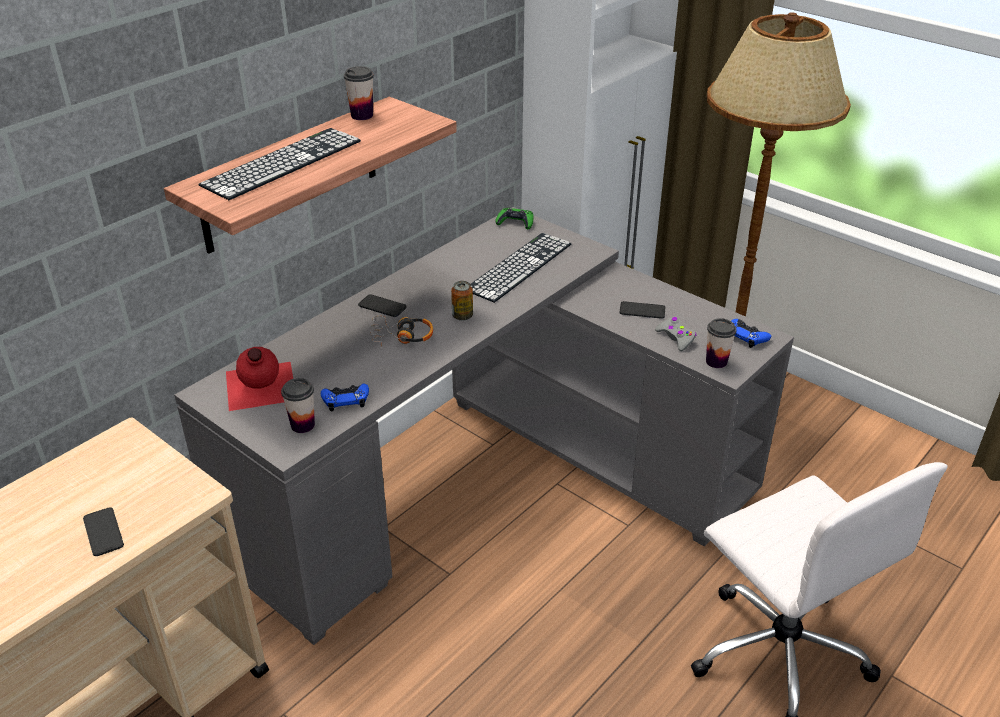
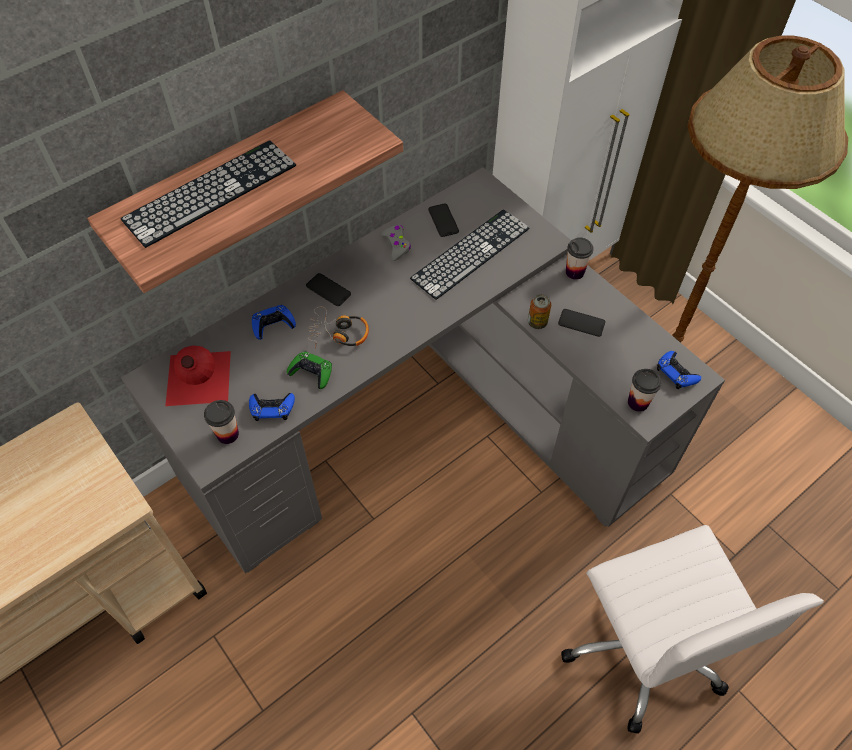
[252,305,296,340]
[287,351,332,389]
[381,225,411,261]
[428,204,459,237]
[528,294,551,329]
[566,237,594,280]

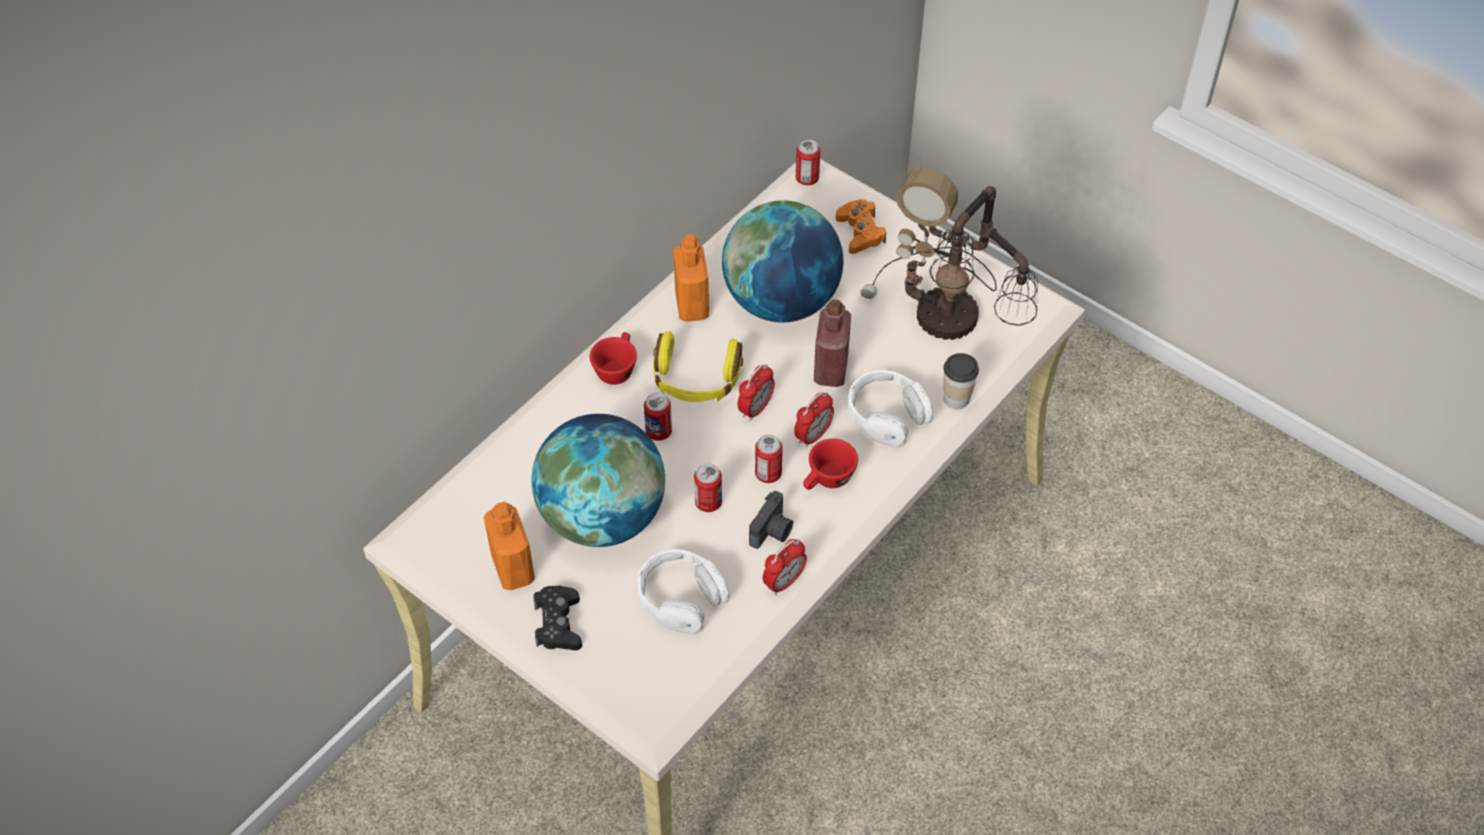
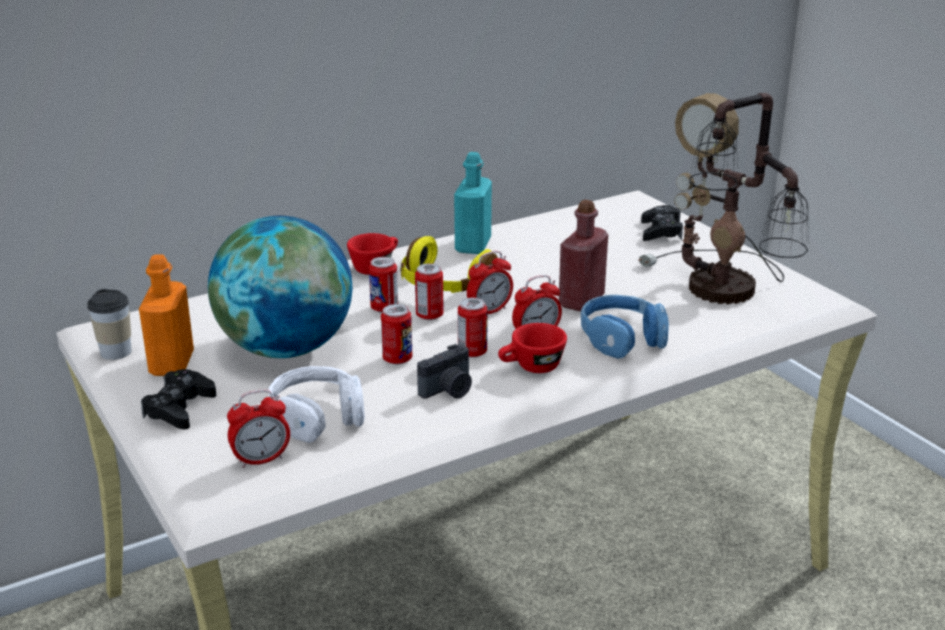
[87,289,132,360]
[227,389,290,468]
[415,263,444,320]
[454,152,492,254]
[581,295,669,359]
[641,205,683,241]
[722,200,843,322] (first image)

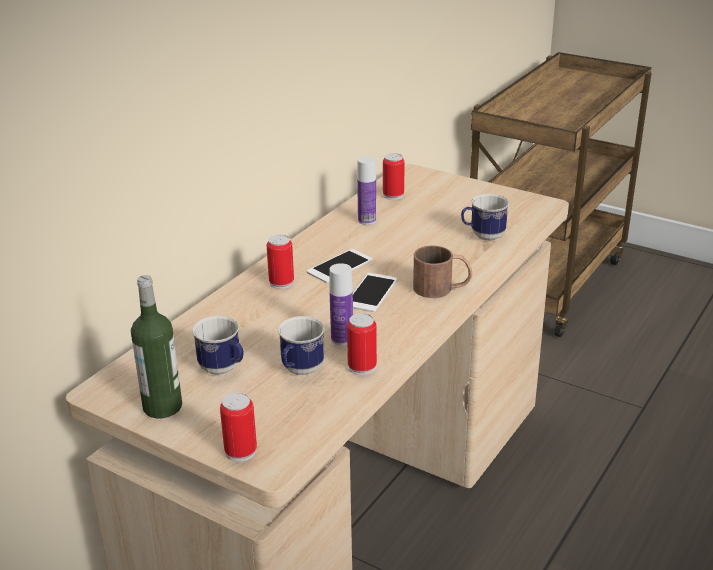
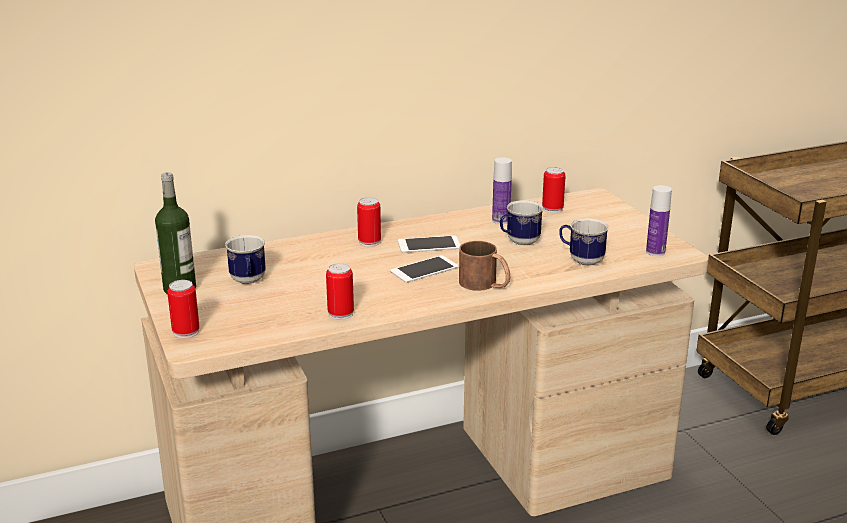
[500,200,543,246]
[646,185,672,256]

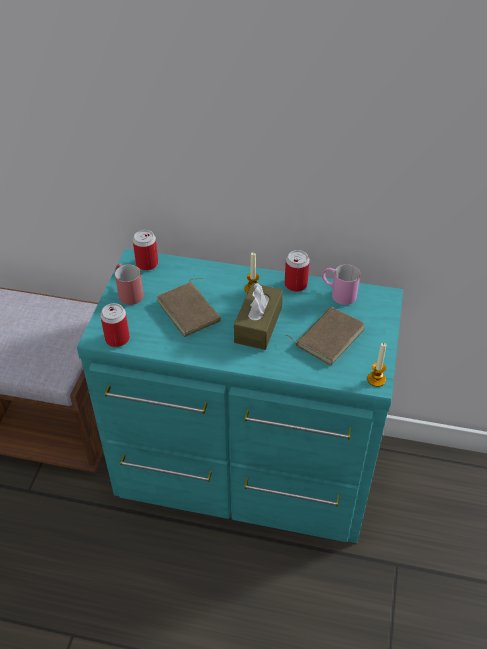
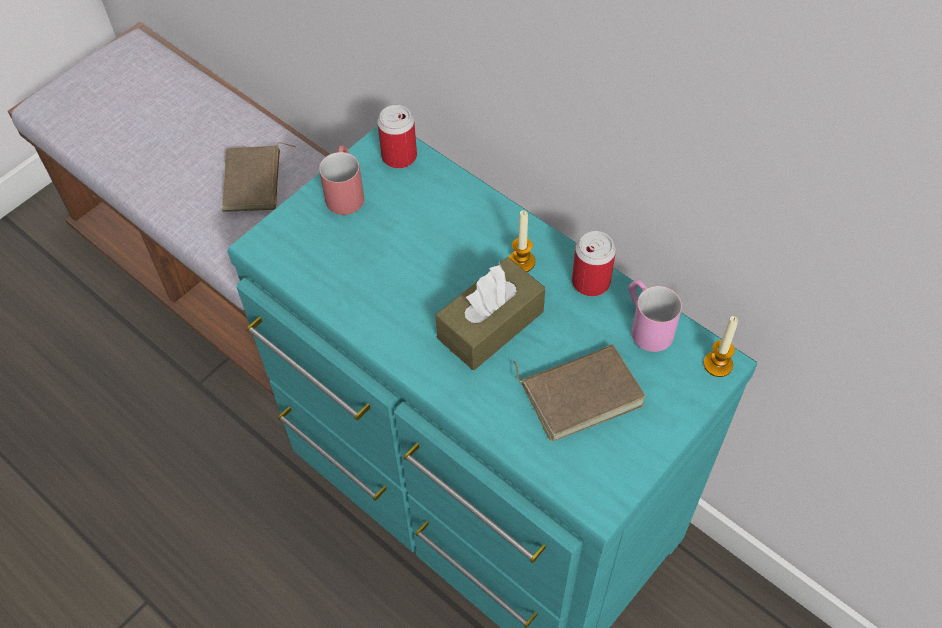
[222,142,296,212]
[704,316,738,377]
[100,303,130,347] (first image)

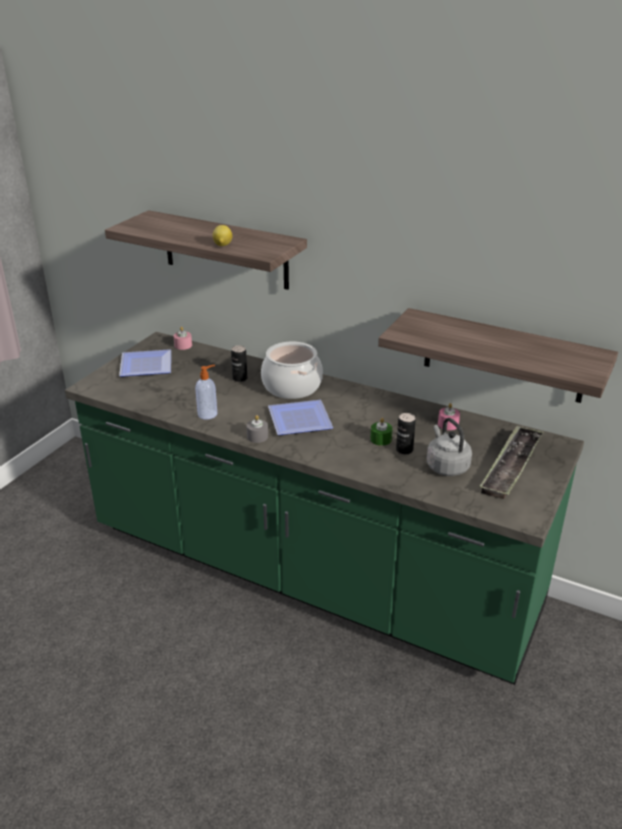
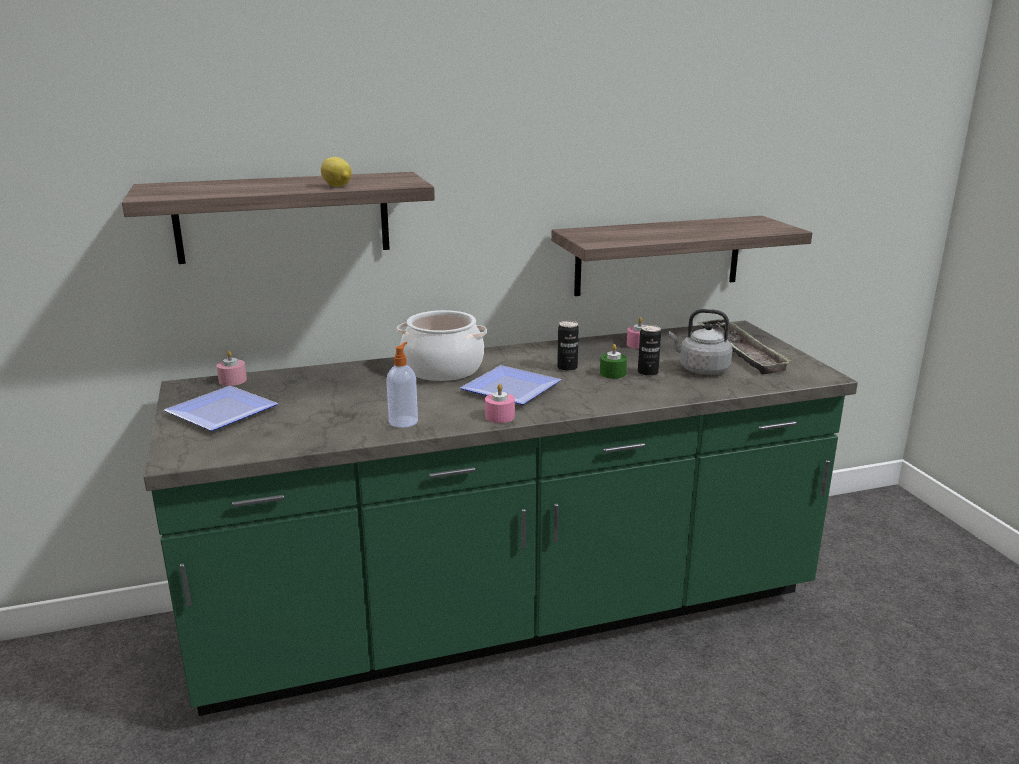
[485,384,515,423]
[557,321,579,371]

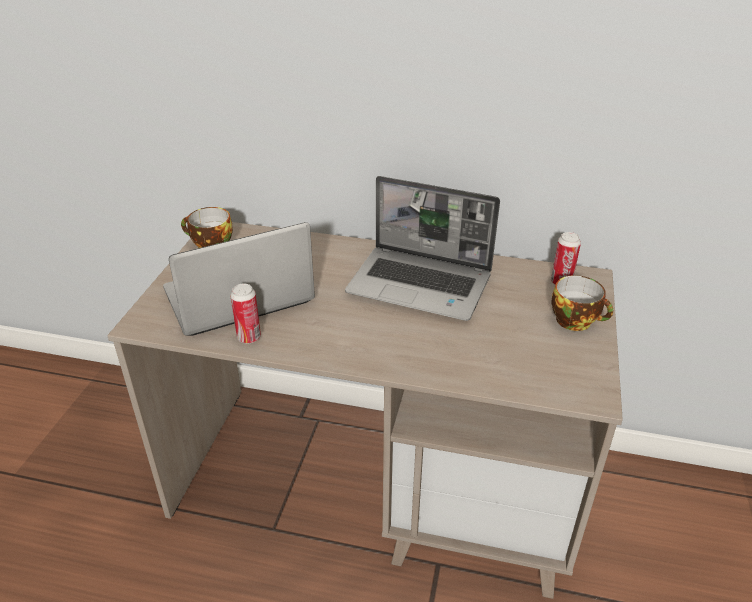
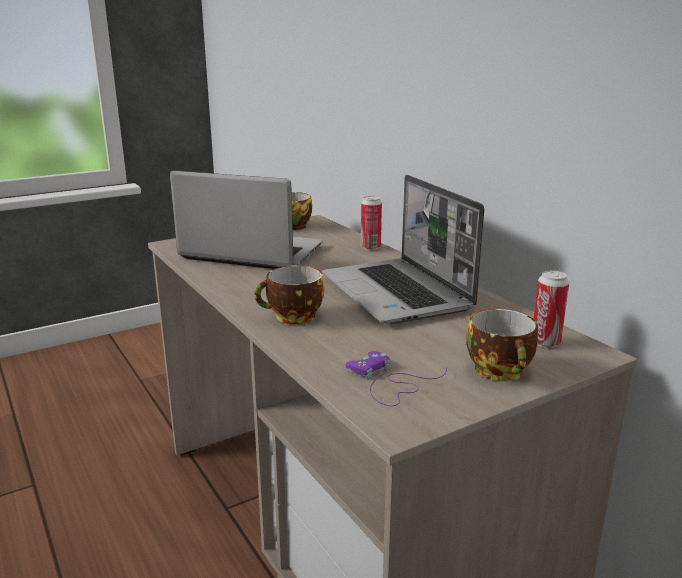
[254,265,324,324]
[346,351,447,406]
[361,196,382,250]

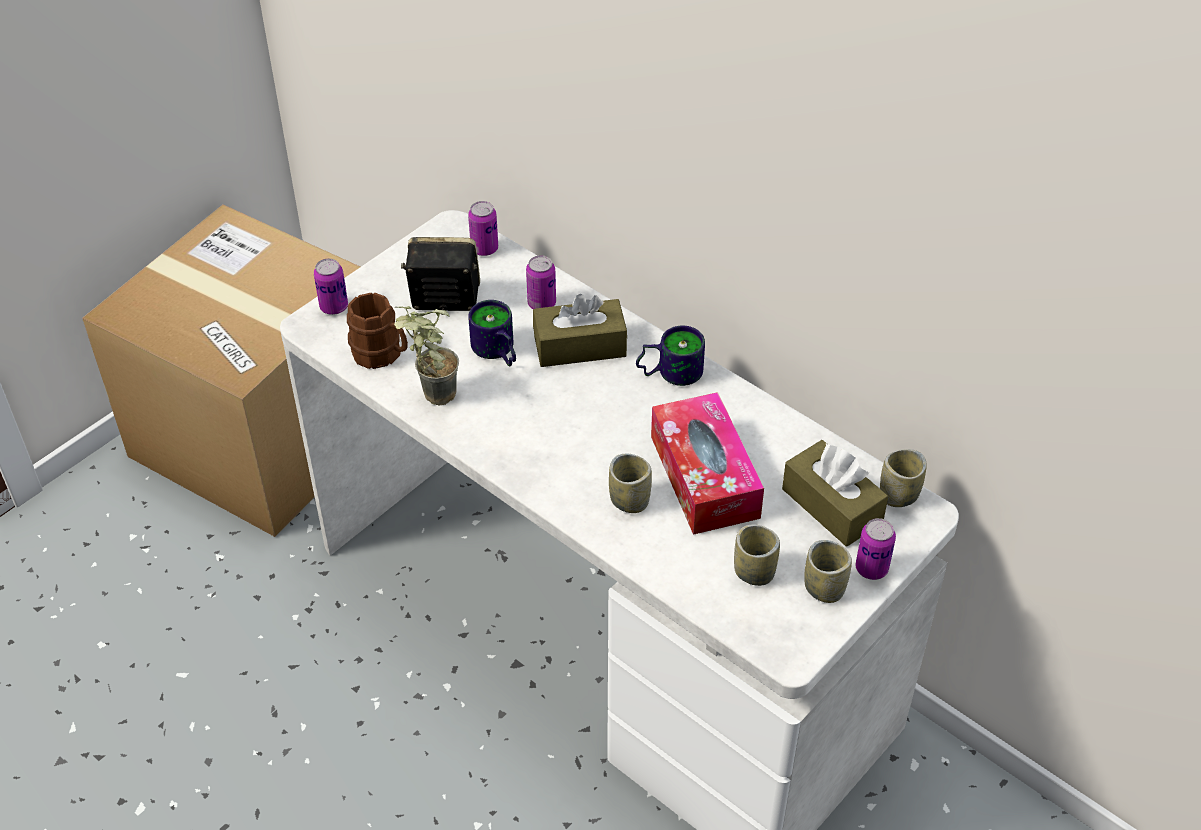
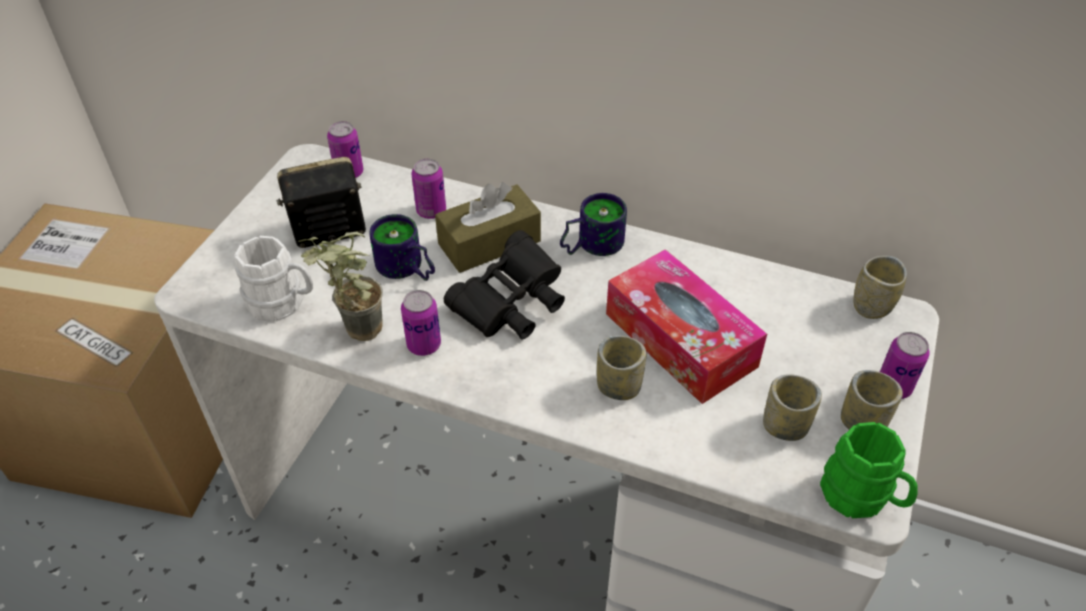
[234,236,313,322]
[401,290,441,356]
[444,230,565,340]
[820,422,918,518]
[782,440,888,547] (first image)

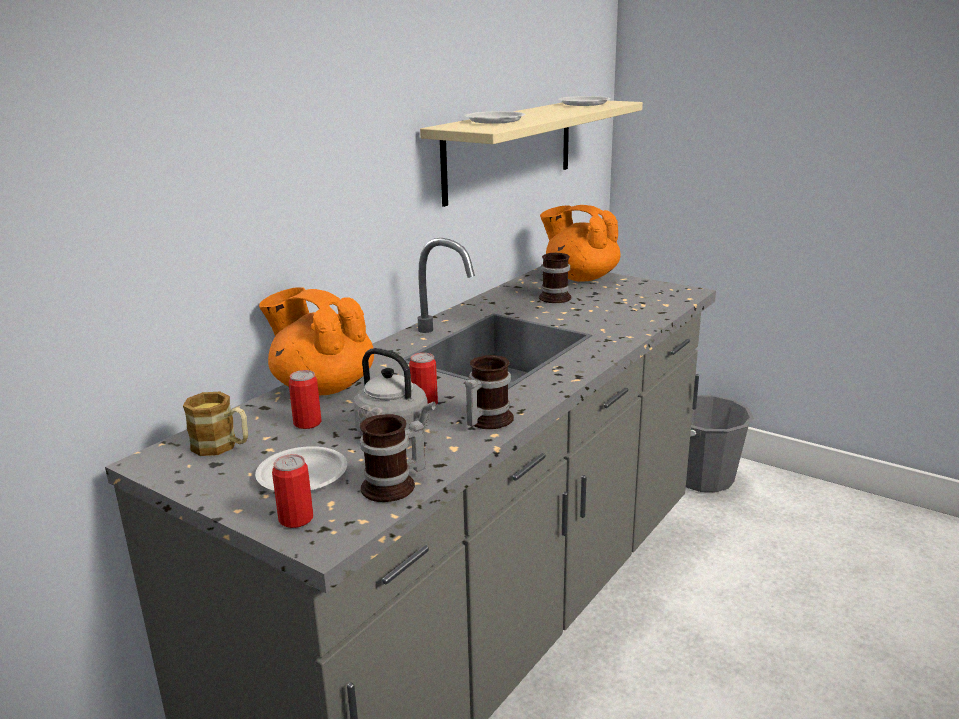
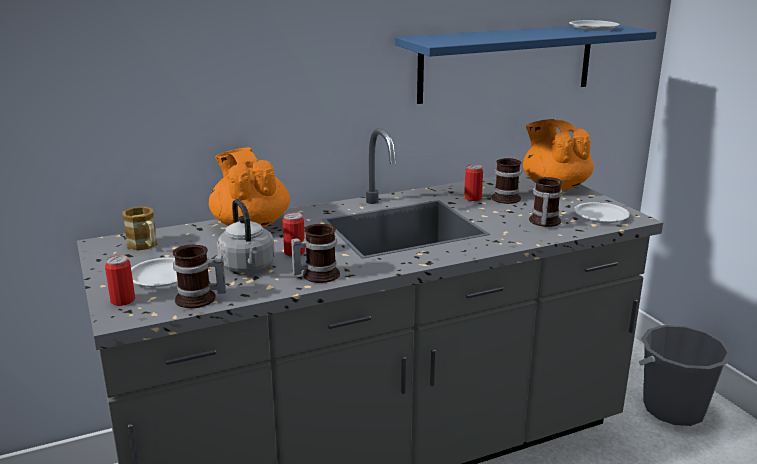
[395,25,657,104]
[464,164,483,201]
[529,177,562,227]
[574,202,630,223]

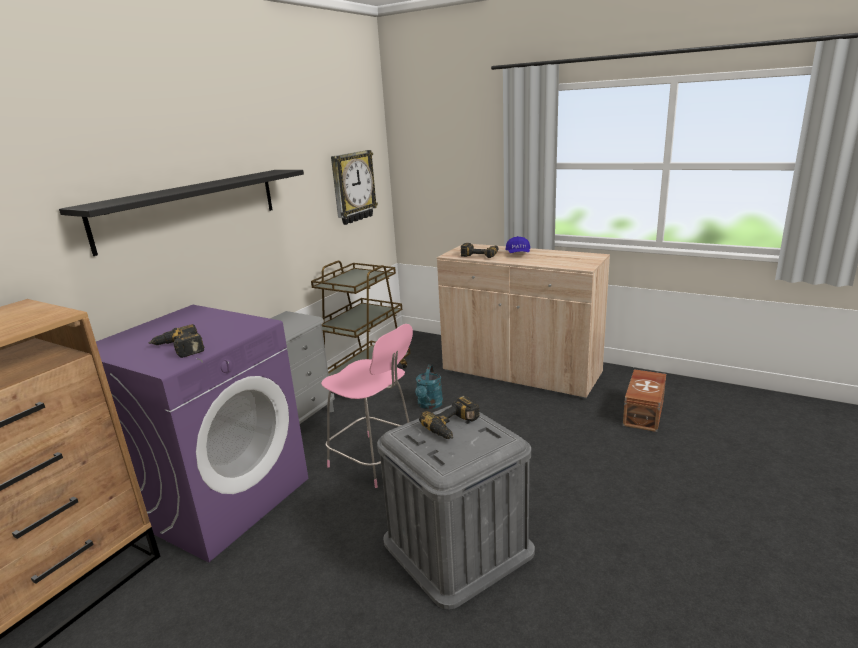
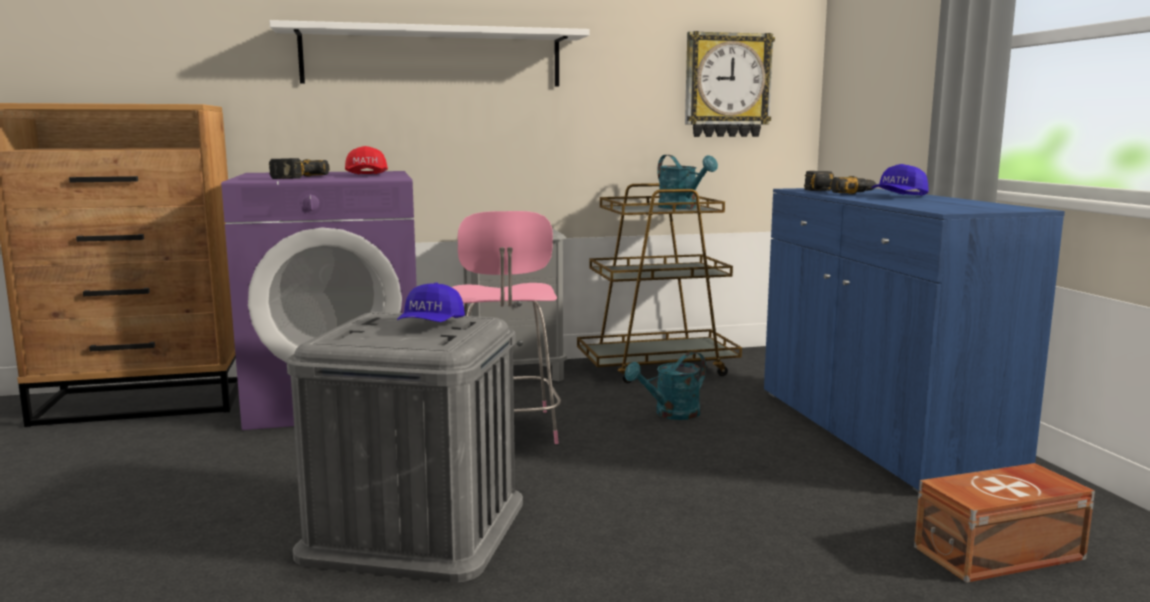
[269,20,590,87]
[345,146,388,174]
[397,282,465,322]
[657,155,718,209]
[764,188,1065,493]

